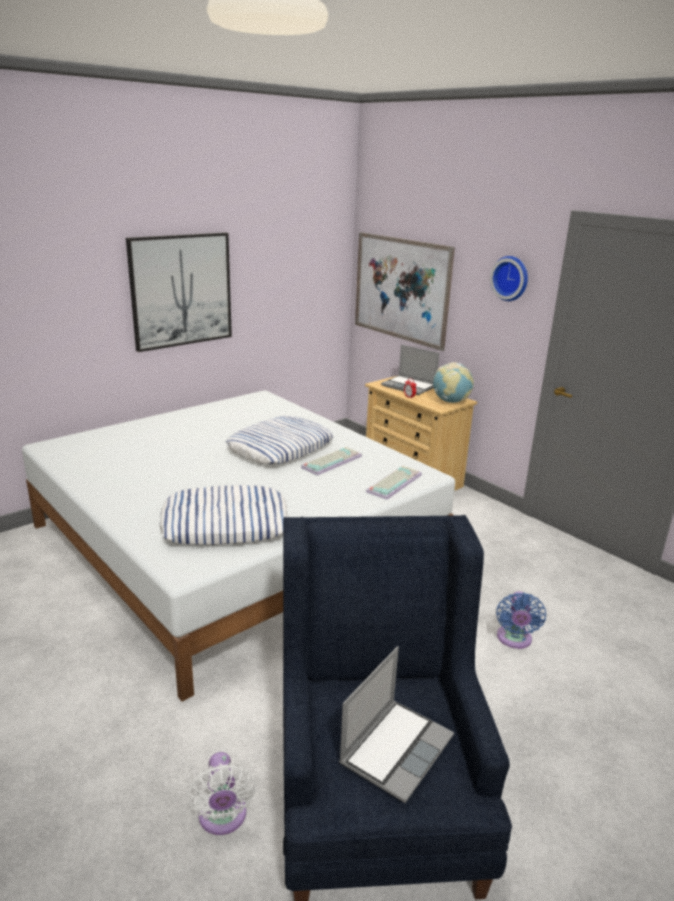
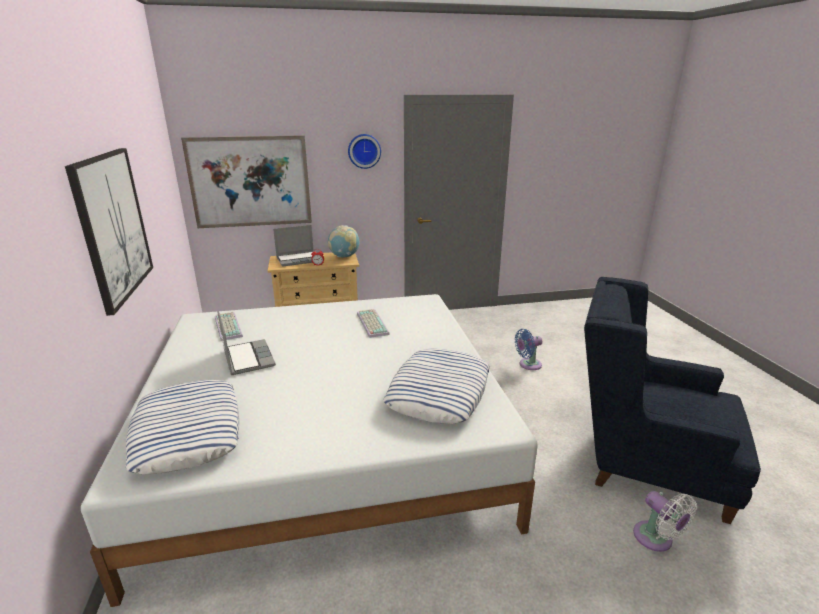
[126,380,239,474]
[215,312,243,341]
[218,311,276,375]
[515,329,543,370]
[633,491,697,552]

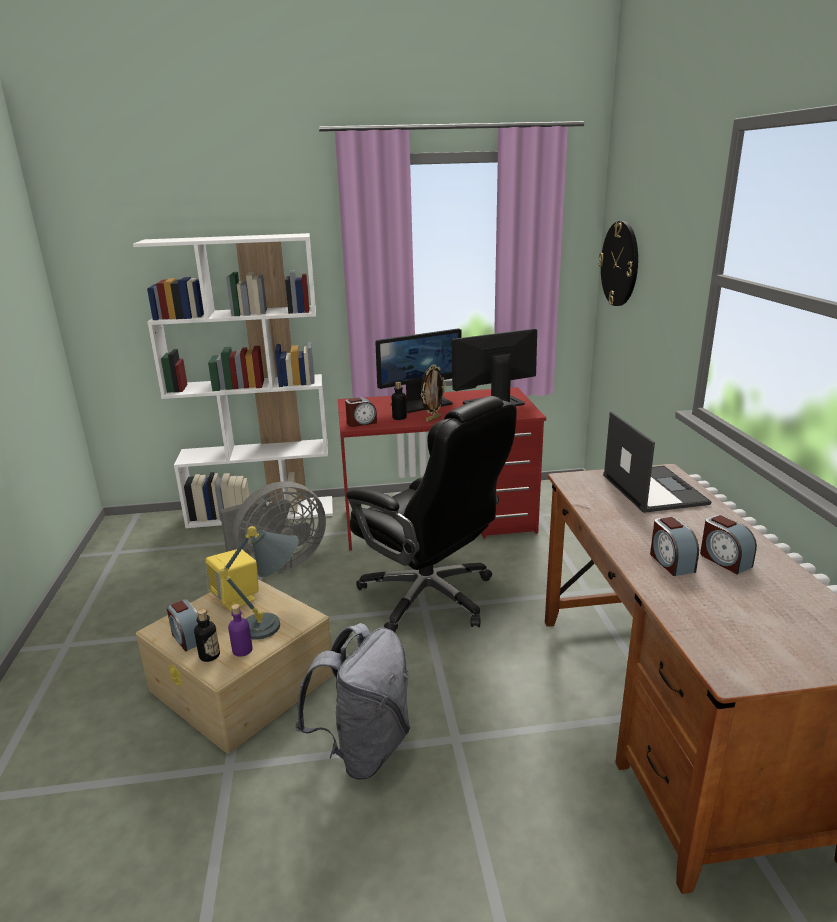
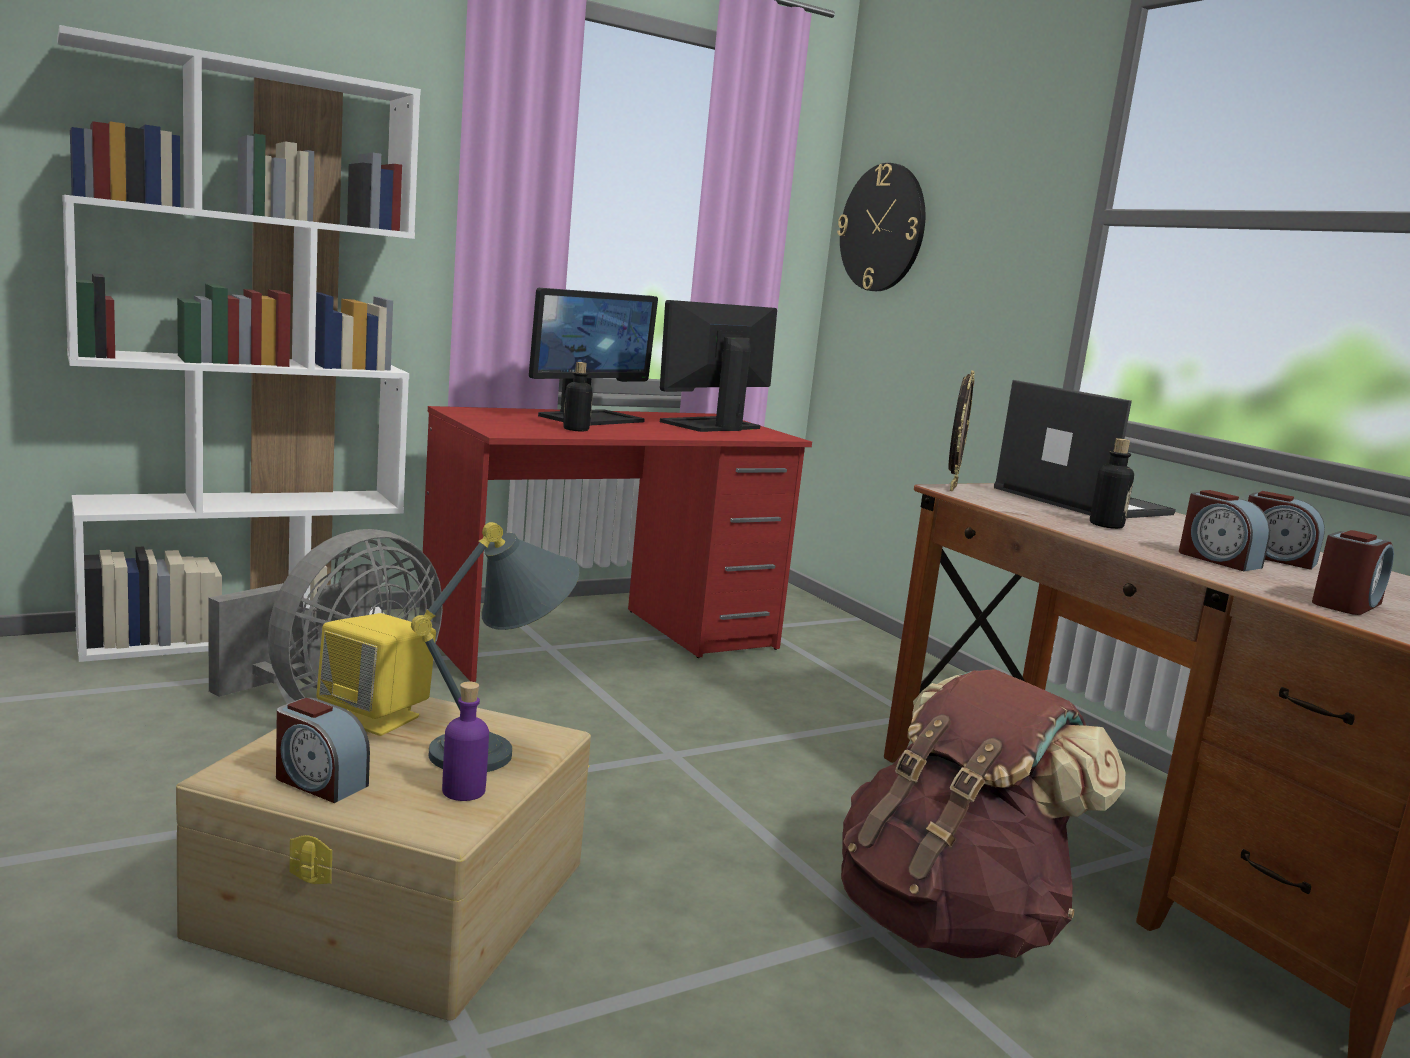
[841,669,1125,958]
[949,370,975,491]
[1090,438,1134,529]
[1312,530,1394,615]
[295,623,410,780] (first image)
[346,396,517,632] (first image)

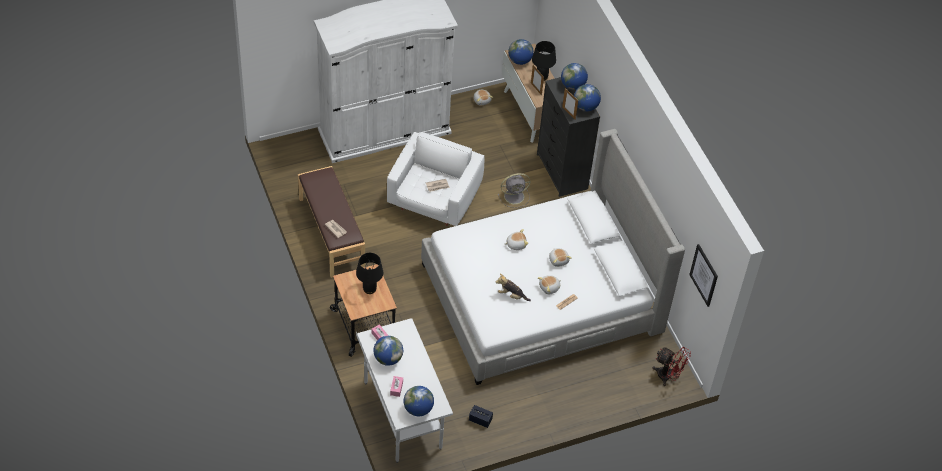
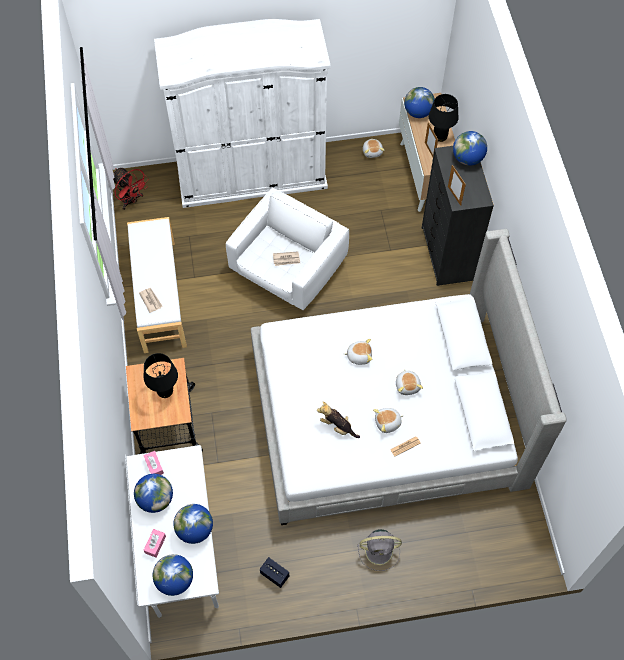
[113,168,149,210]
[127,217,187,353]
[173,504,213,544]
[357,529,402,571]
[689,244,718,307] (first image)

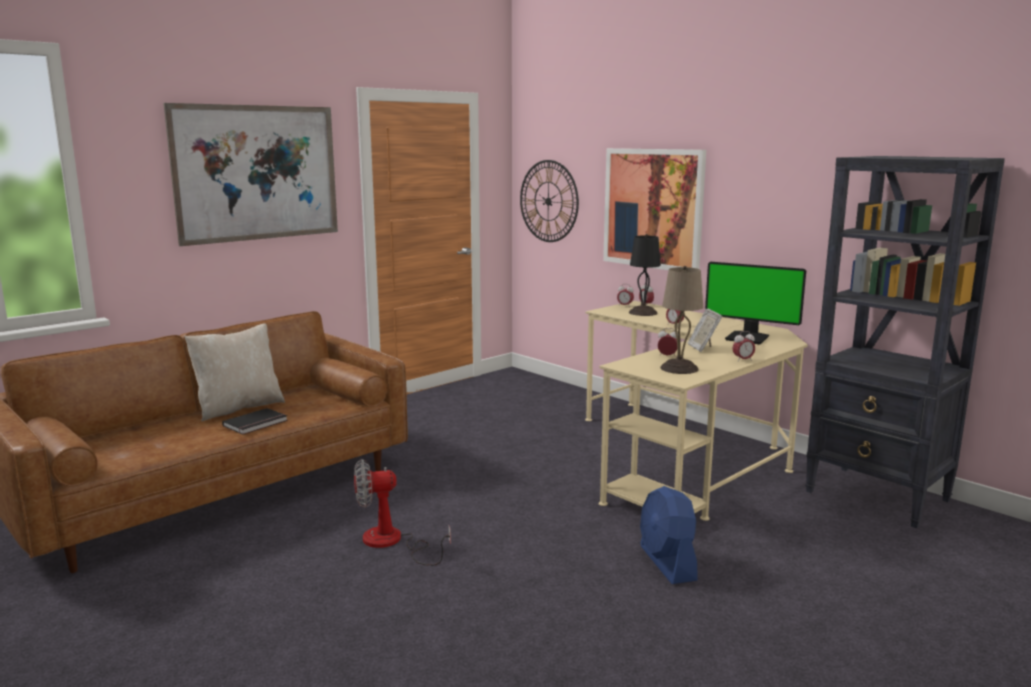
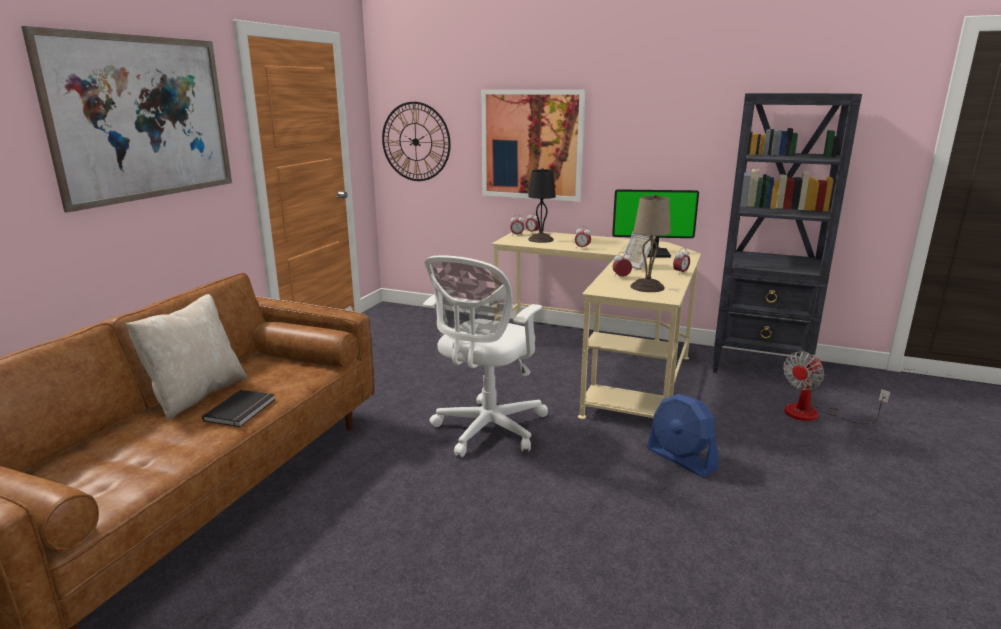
[423,255,548,457]
[783,352,890,424]

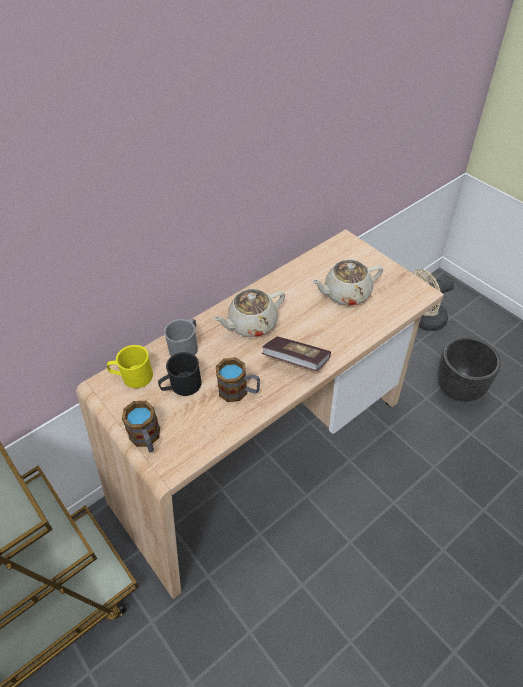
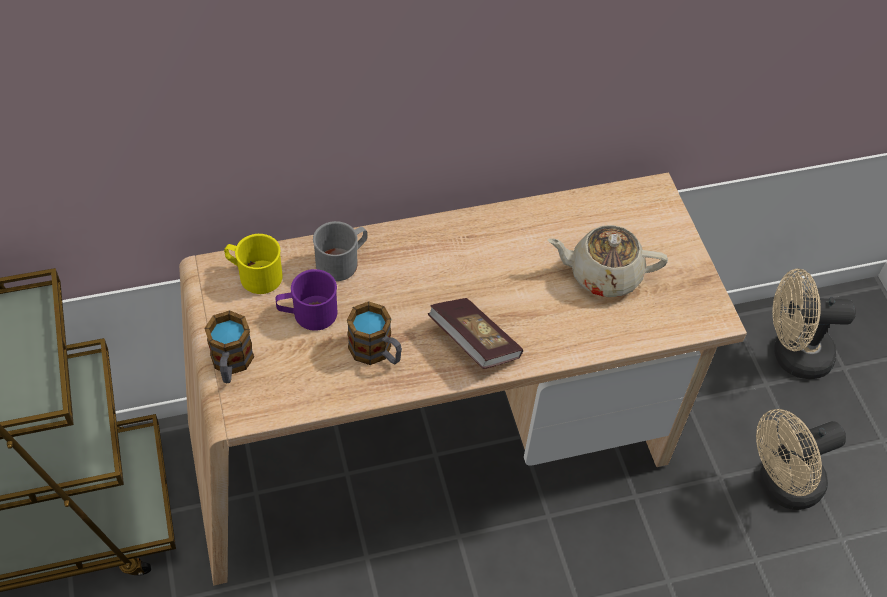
[276,269,337,331]
[756,409,846,510]
[213,289,285,337] (first image)

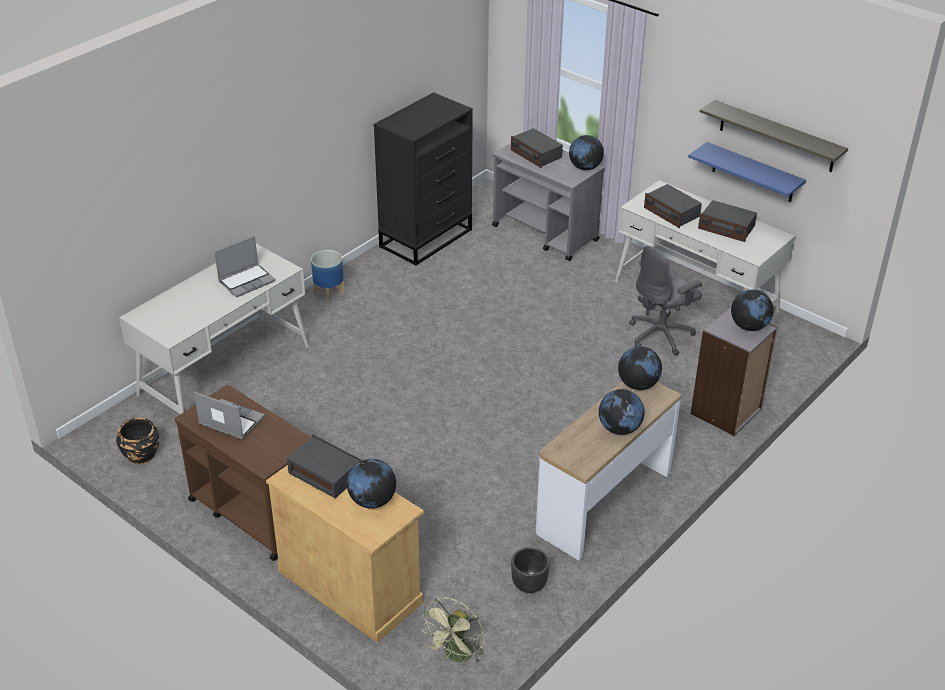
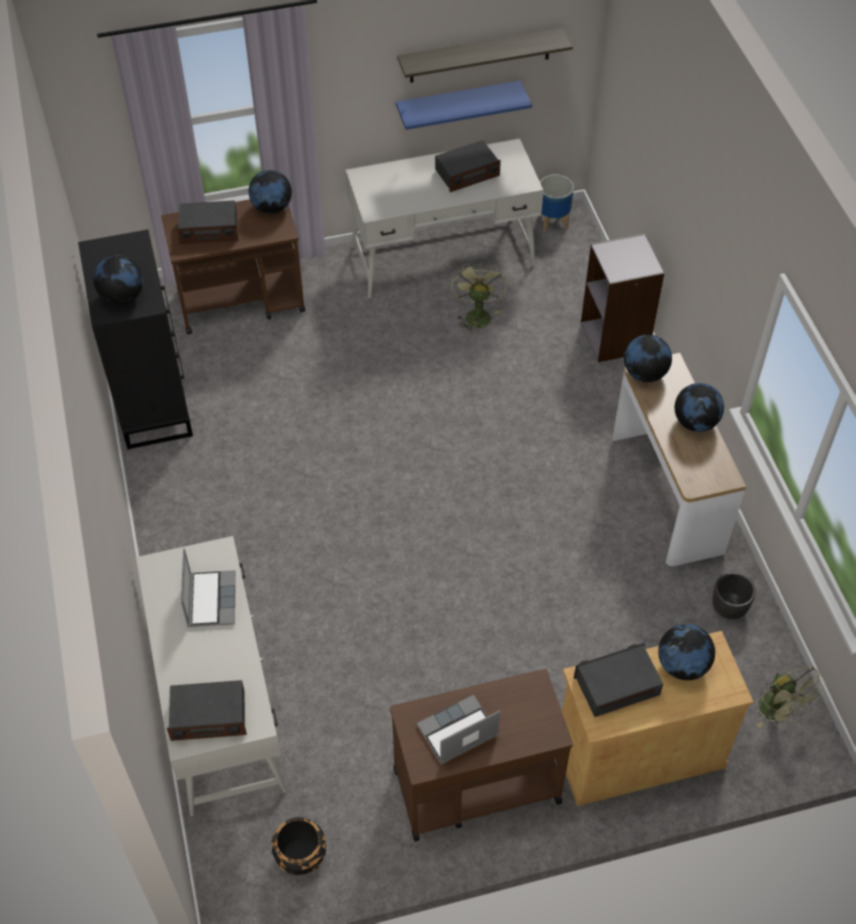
[93,255,143,305]
[161,199,305,334]
[167,680,247,741]
[451,261,508,334]
[539,174,574,232]

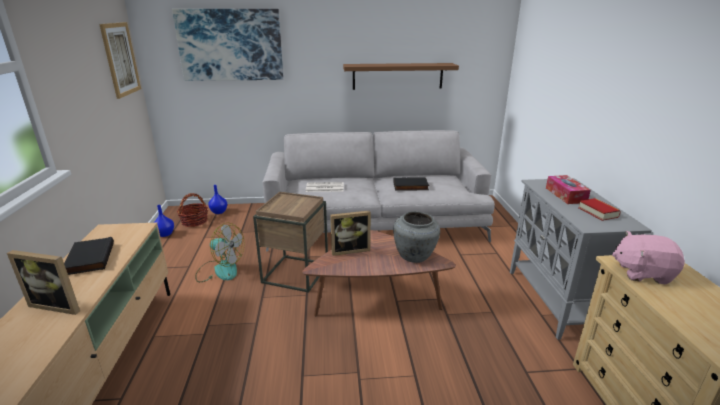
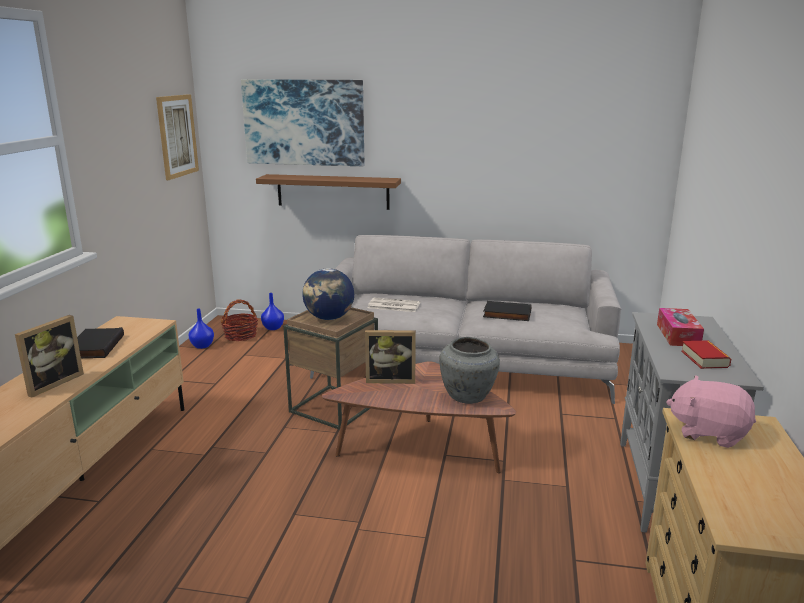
[15,315,84,398]
[256,174,401,210]
[302,268,354,320]
[195,222,245,282] (first image)

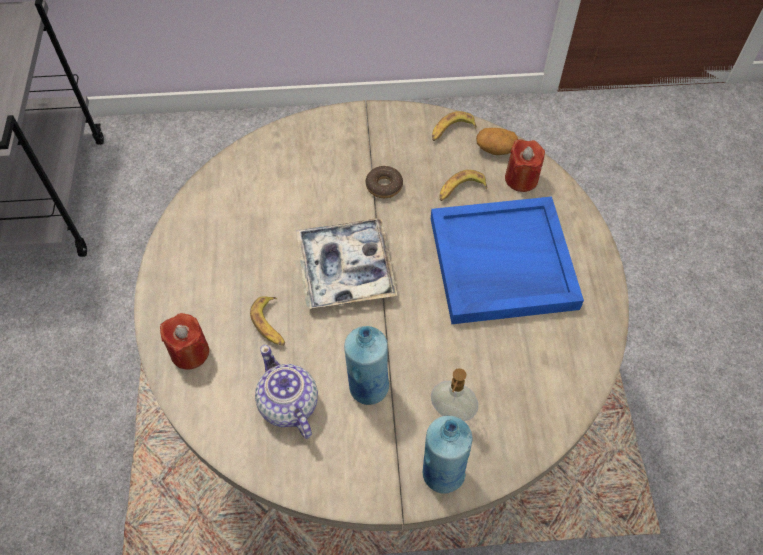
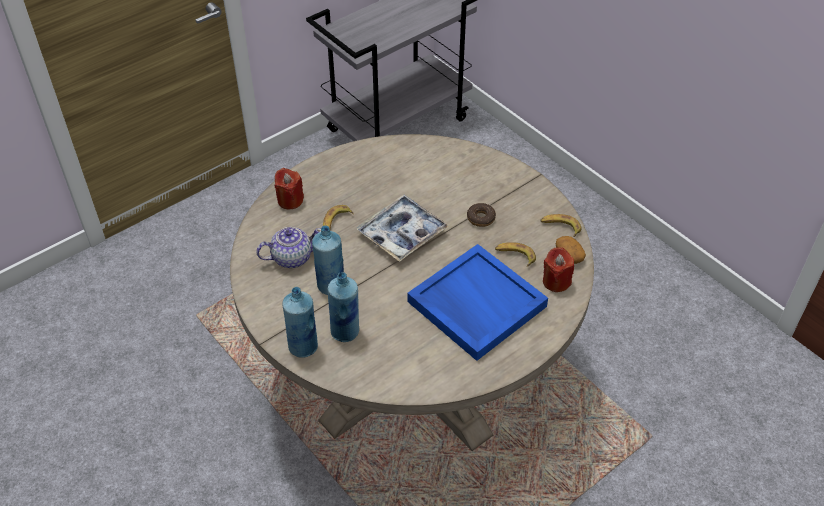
[256,227,321,268]
[328,272,359,342]

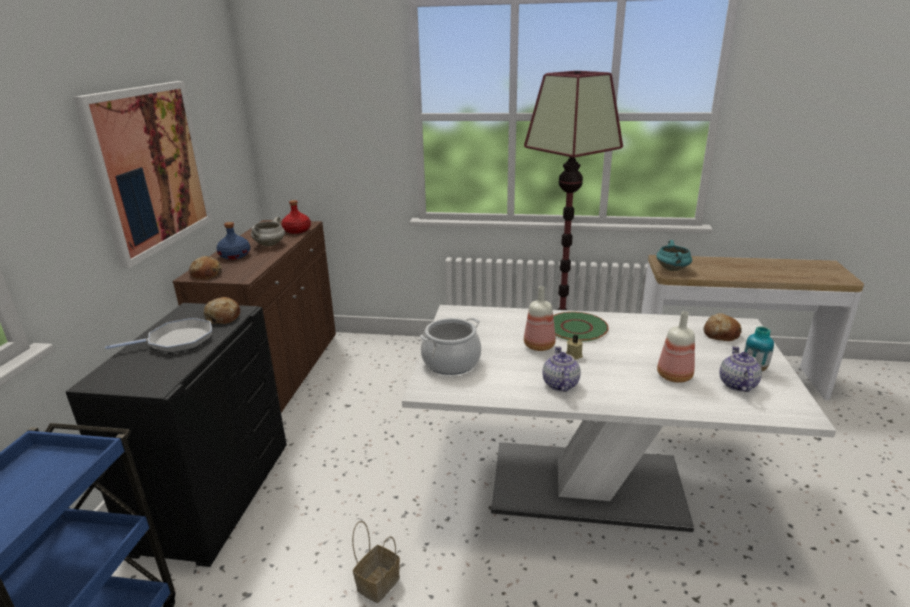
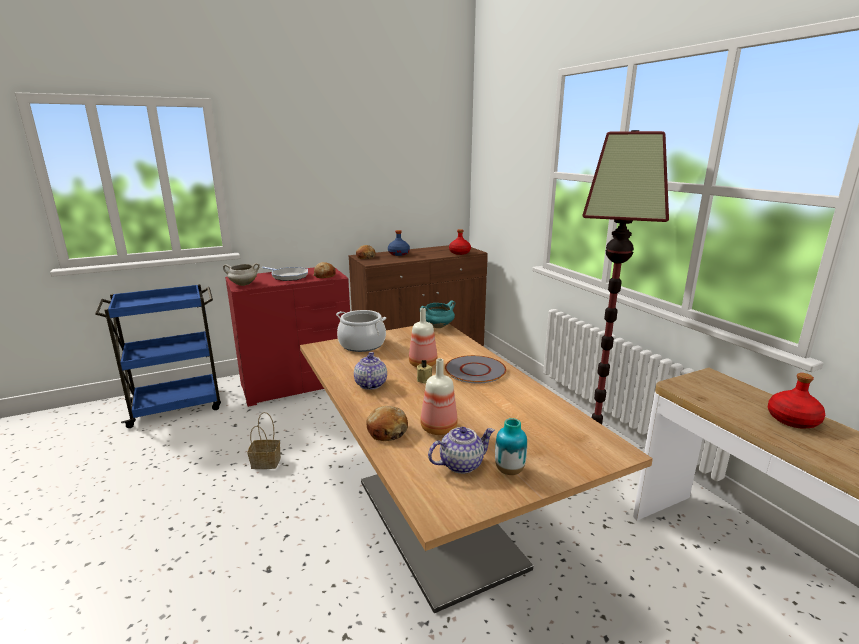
[223,263,260,286]
[225,267,350,407]
[300,324,653,613]
[354,352,387,390]
[367,406,408,441]
[420,300,455,328]
[445,355,506,383]
[768,373,825,428]
[73,81,212,269] (first image)

